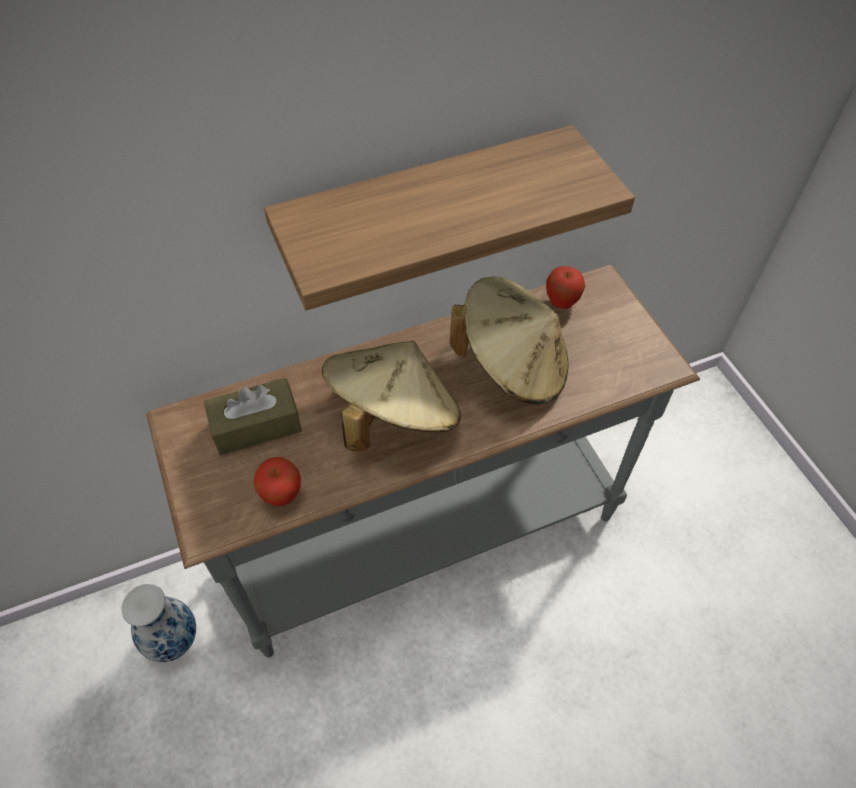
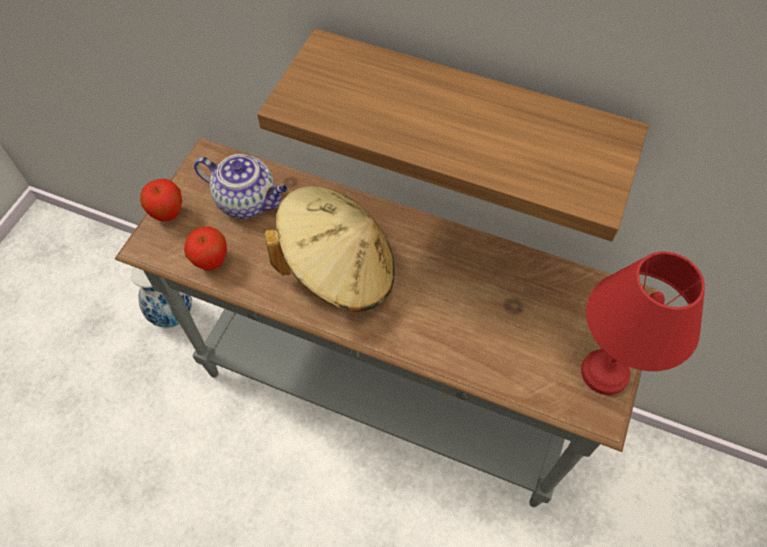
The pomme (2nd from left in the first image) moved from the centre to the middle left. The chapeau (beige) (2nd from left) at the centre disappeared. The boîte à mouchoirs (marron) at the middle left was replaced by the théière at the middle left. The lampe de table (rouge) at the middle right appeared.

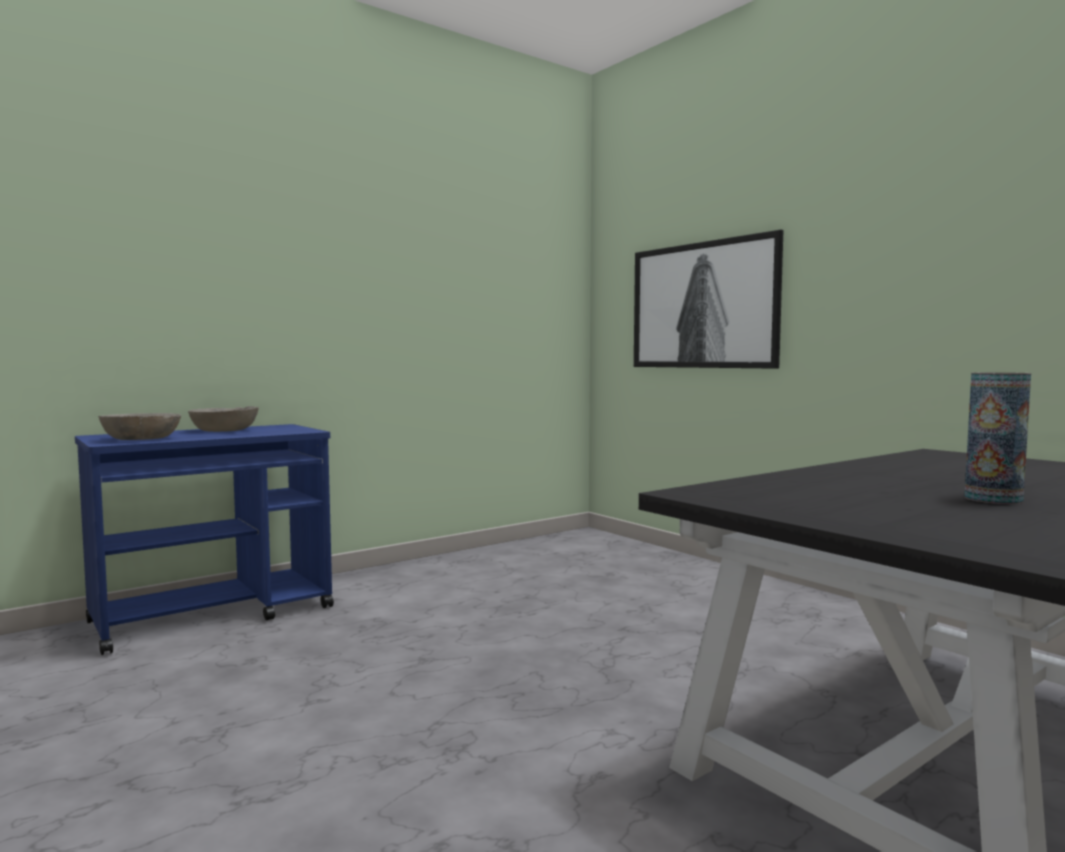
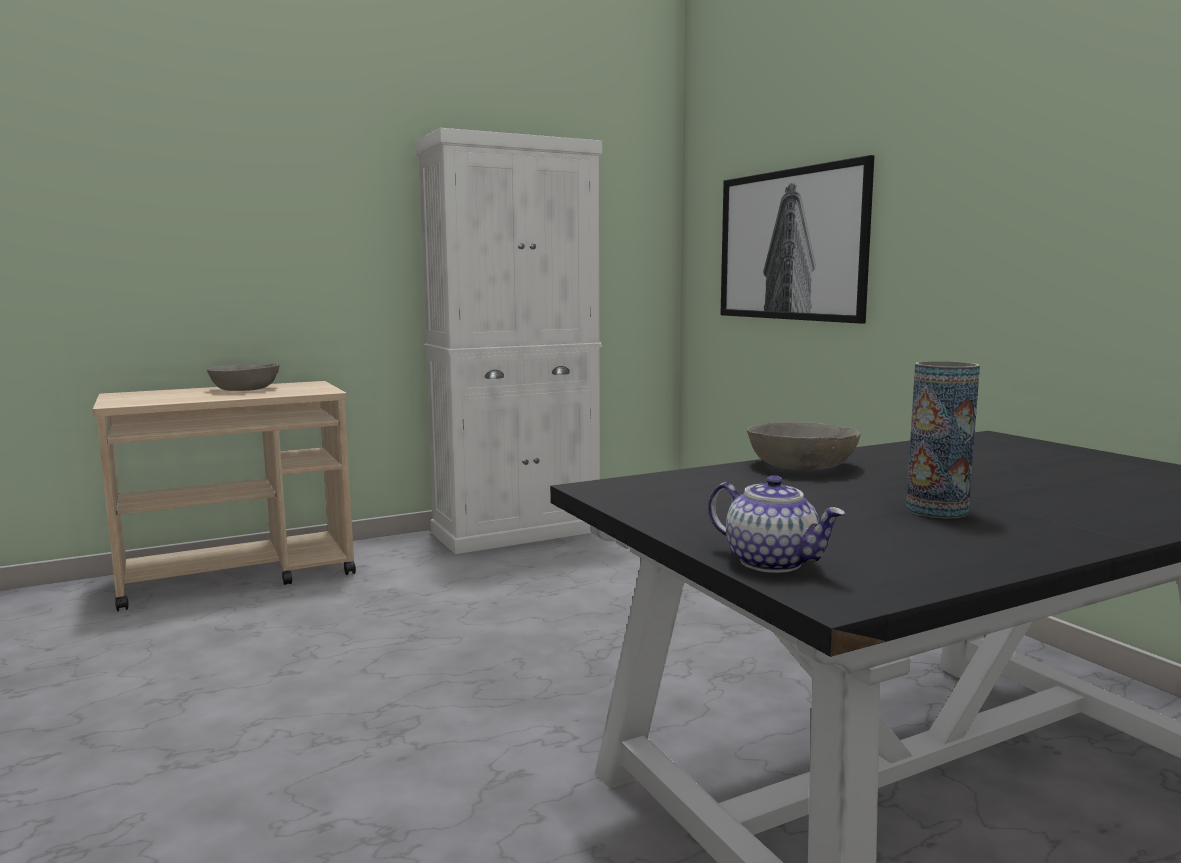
The bol (gris) (1st from left in the first image) moved from the middle left to the middle right. The chariot (bleu) at the middle left became the chariot (beige) at the middle left. The meuble de rangement (blanc) at the centre appeared. The théière at the centre appeared.

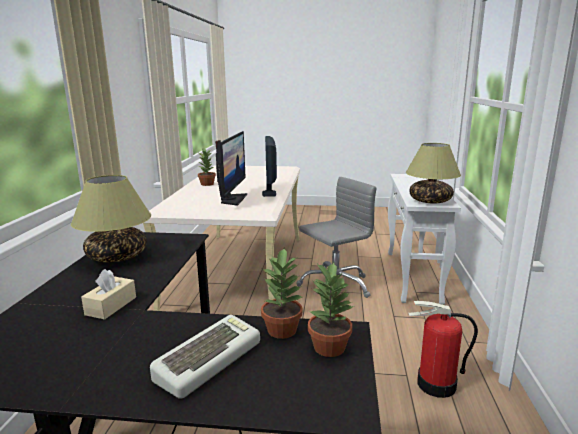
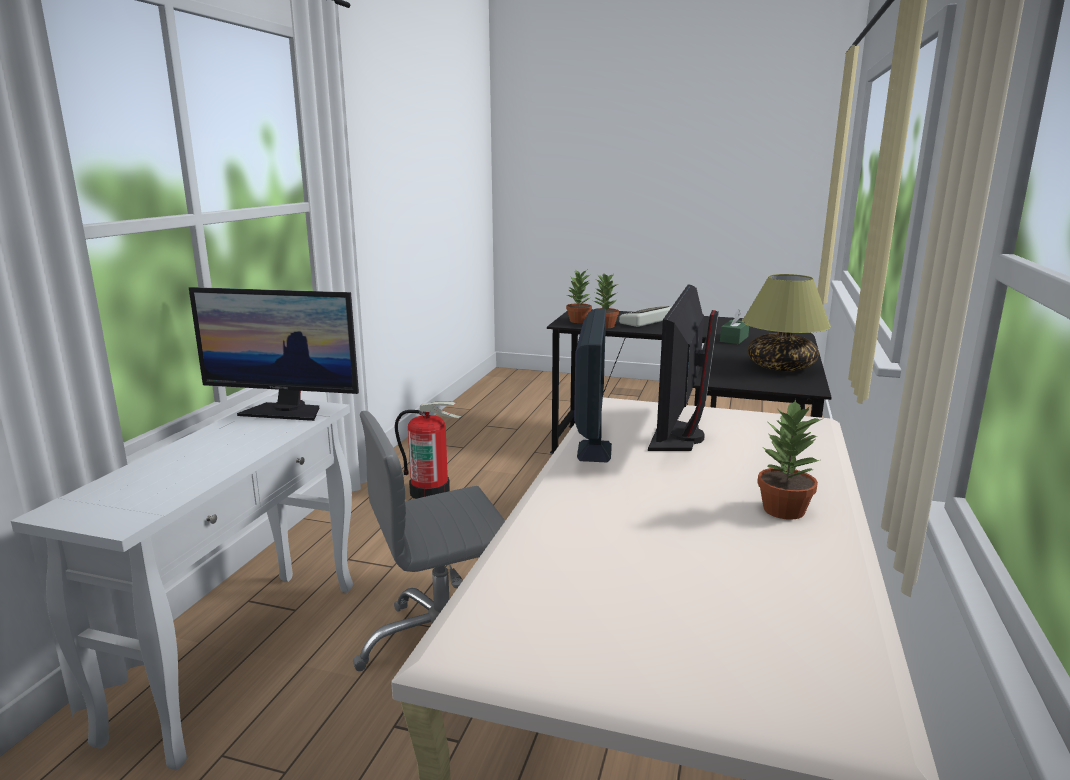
The lampe de table (2nd from left) at the middle right was replaced by the écran d'ordinateur (1st from left) at the middle left. The boîte à mouchoirs (beige) at the bottom left became the boîte à mouchoirs (vert) at the middle right.

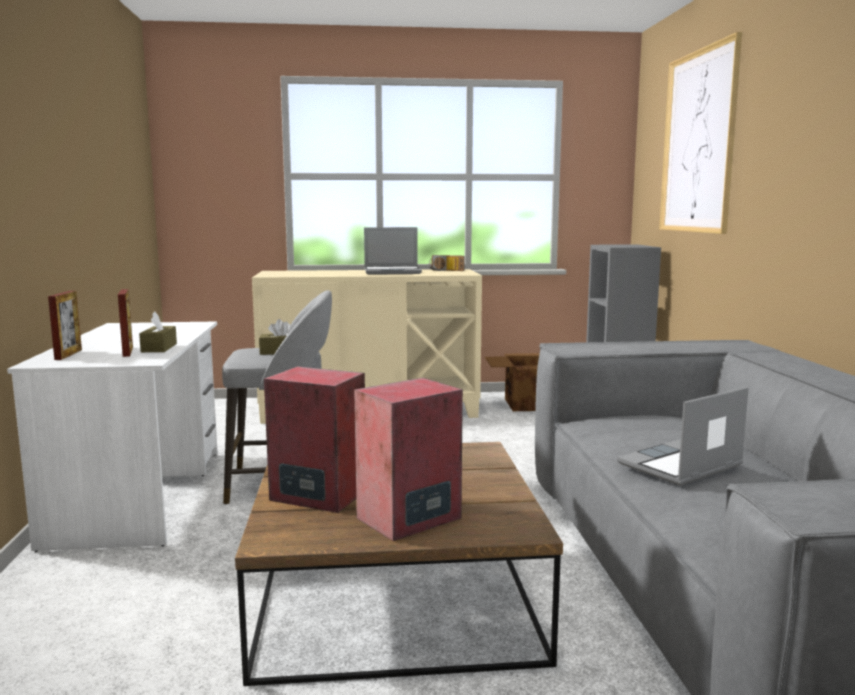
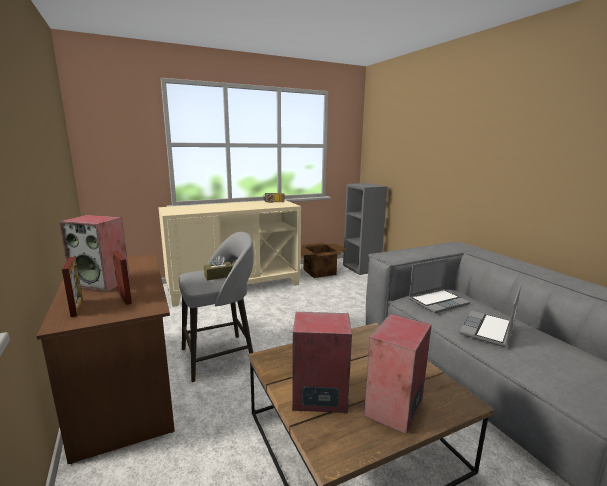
The tableau at the top right disappeared. The ordinateur portable (1st from left) moved from the centre to the middle right. The boîte à mouchoirs (marron) (1st from left) at the middle left disappeared. The bureau (blanc) at the middle left became the bureau (marron) at the bottom left. The enceinte (1st from left) at the middle left appeared.

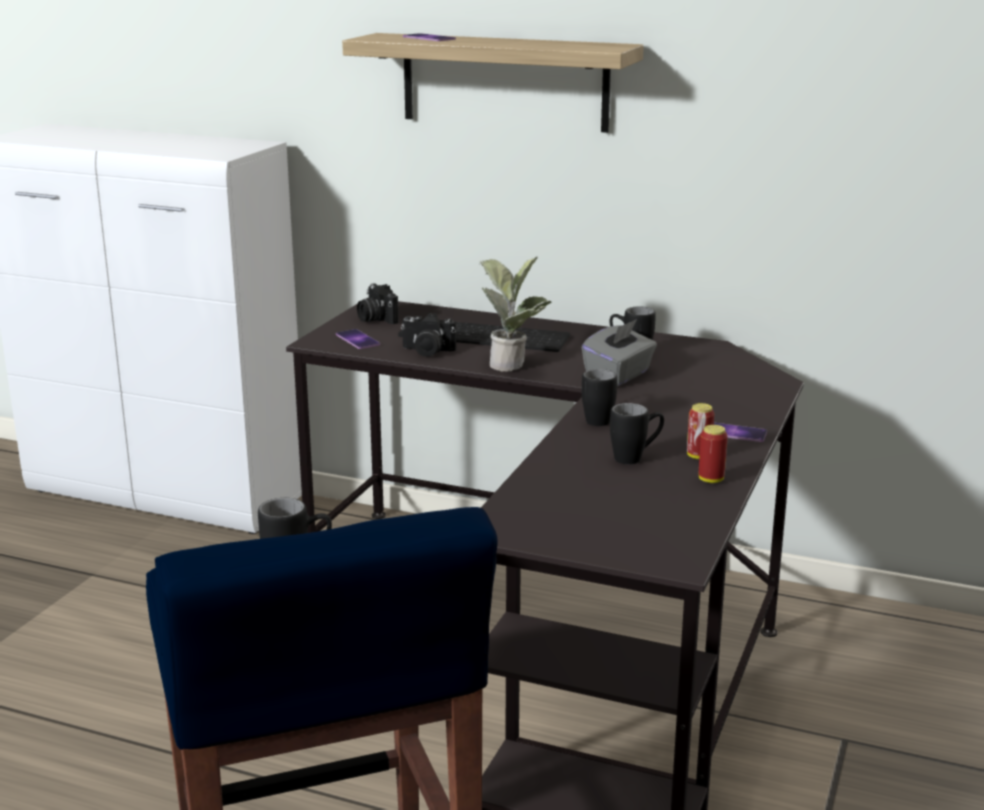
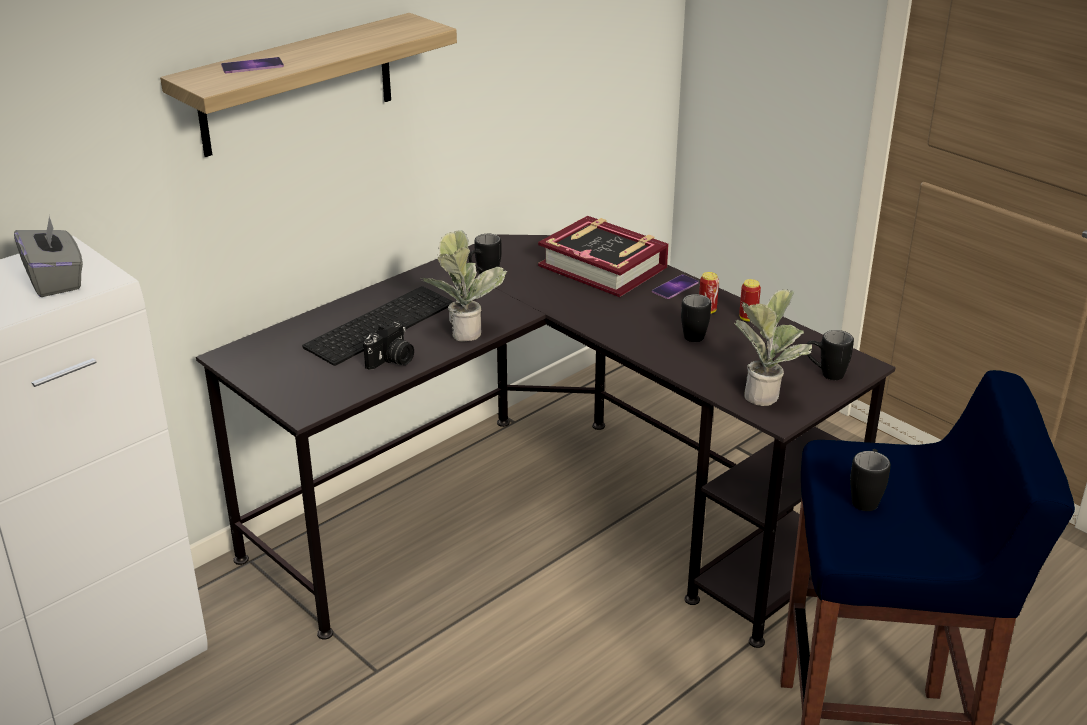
The appareil photo (1st from left) at the centre disappeared. The boîte à mouchoirs (gris) moved from the centre to the middle left. The téléphone (1st from left) at the centre disappeared. The mug (noir) (2nd from left in the first image) moved from the centre to the middle right. The livre at the centre appeared. The plante en pot (2nd from left) at the middle right appeared.

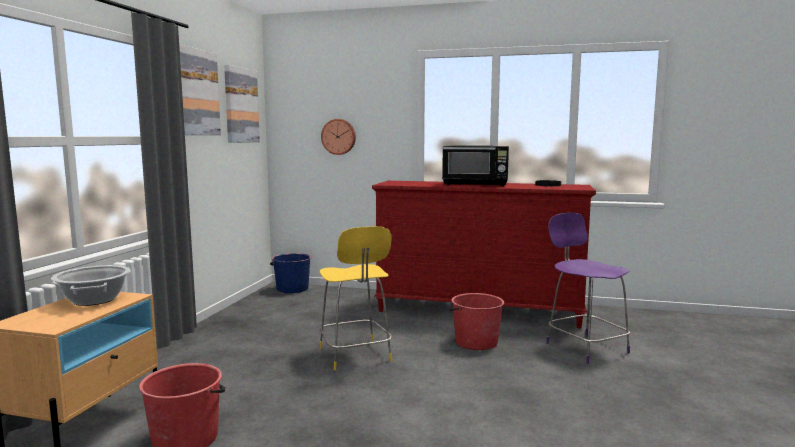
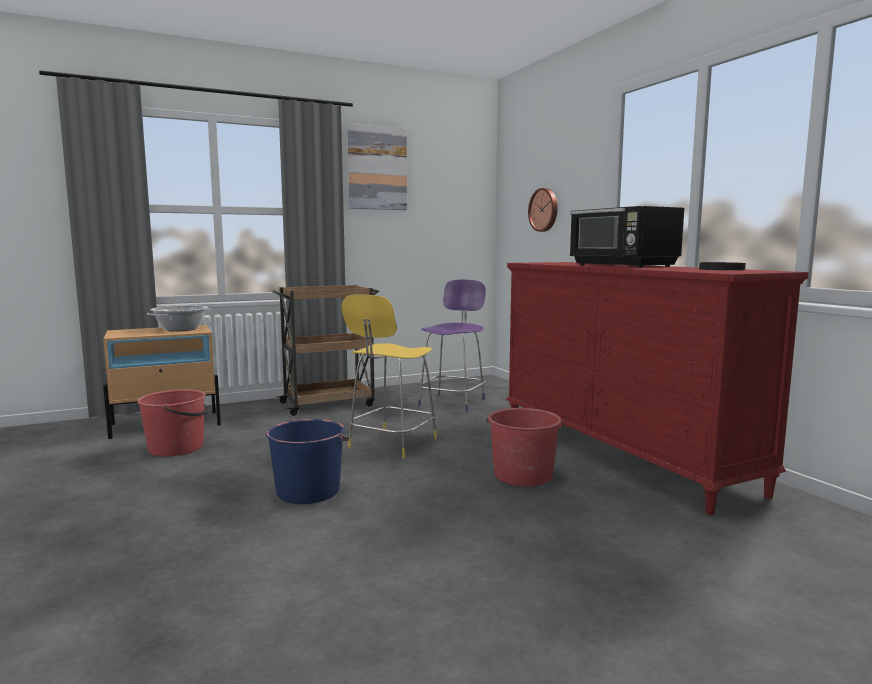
The tableau (2nd from left) at the top left disappeared. The chaise (violet) moved from the middle right to the centre. The seau (bleu) moved from the centre to the bottom centre. The chariot (marron) at the centre appeared.

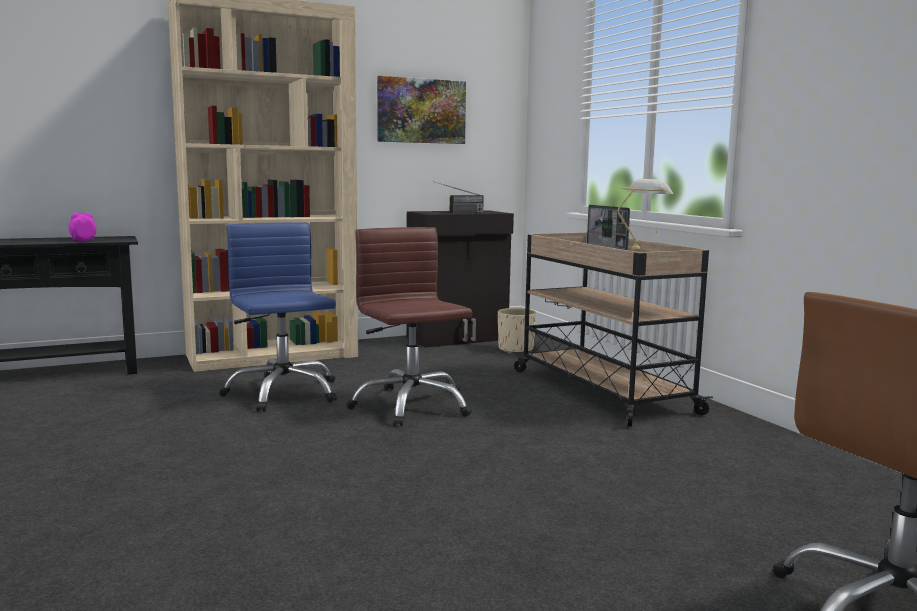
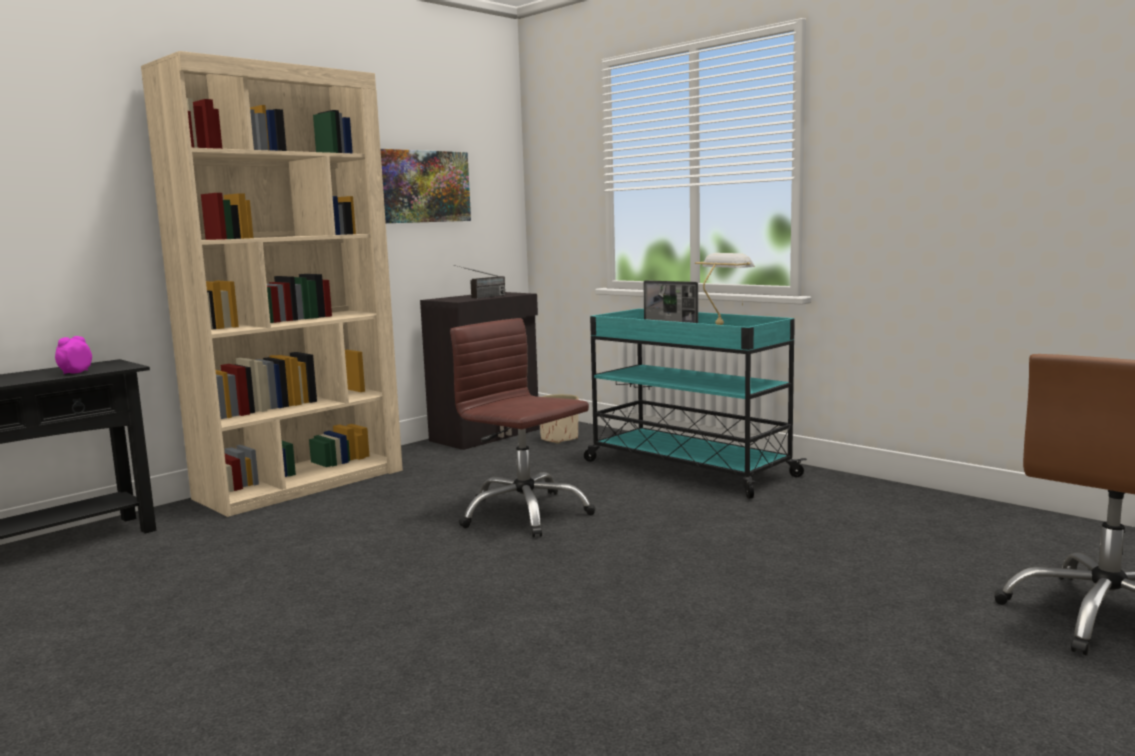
The chaise de bureau (bleu) at the middle left disappeared. The chariot (beige) at the middle right became the chariot (turquoise) at the centre.

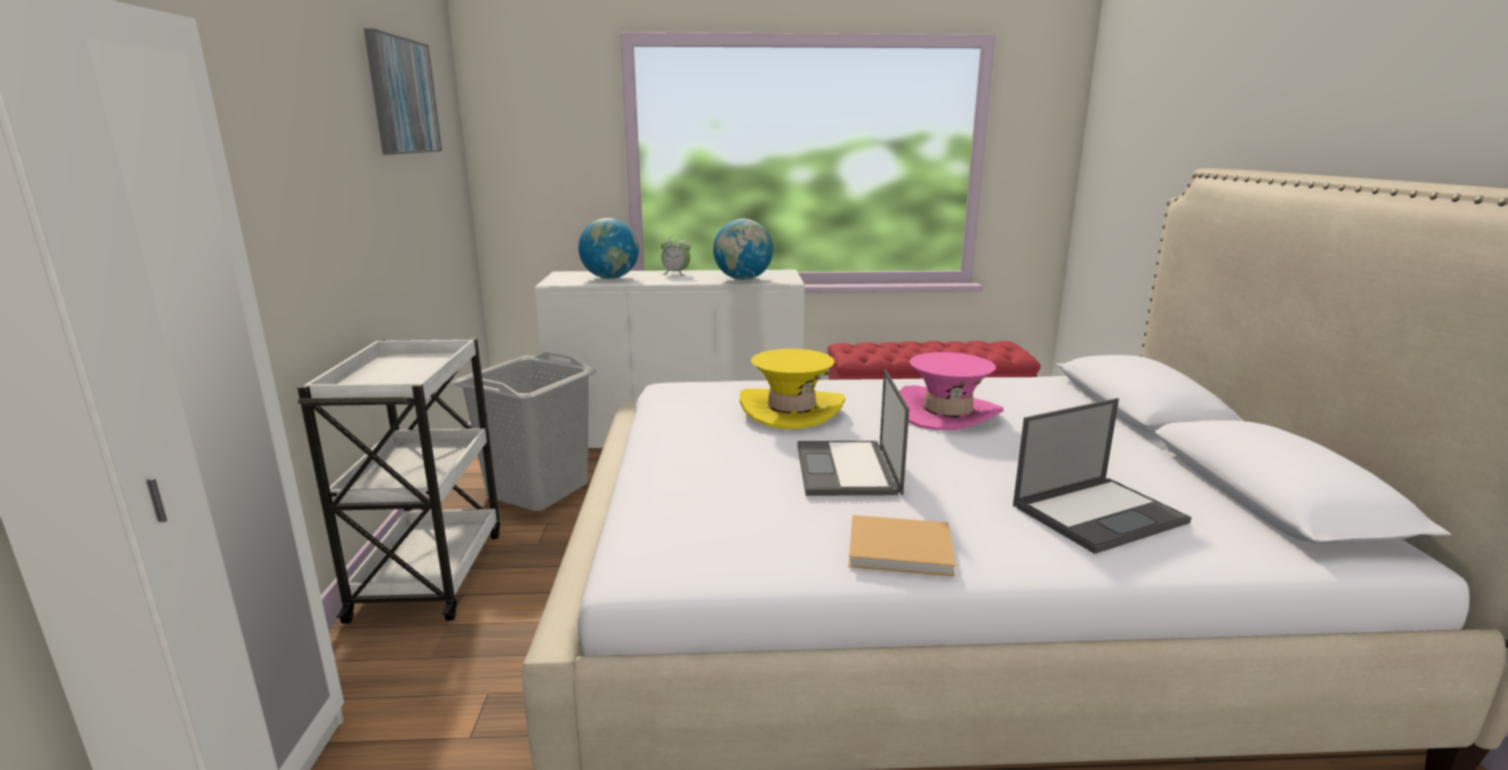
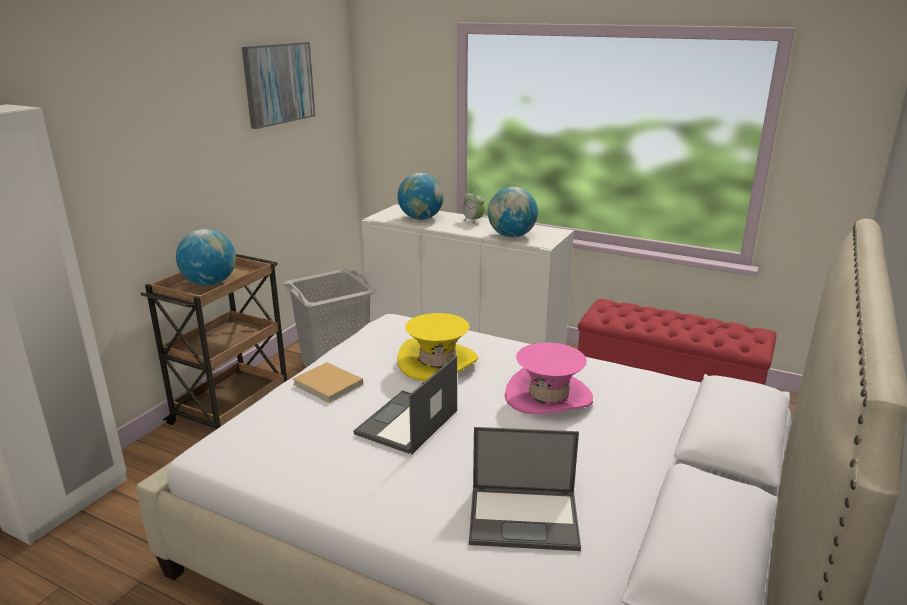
The chariot (blanc) at the middle left became the chariot (marron) at the middle left. The livre (beige) moved from the bottom centre to the centre. The globe (1st from left) at the middle left appeared.

